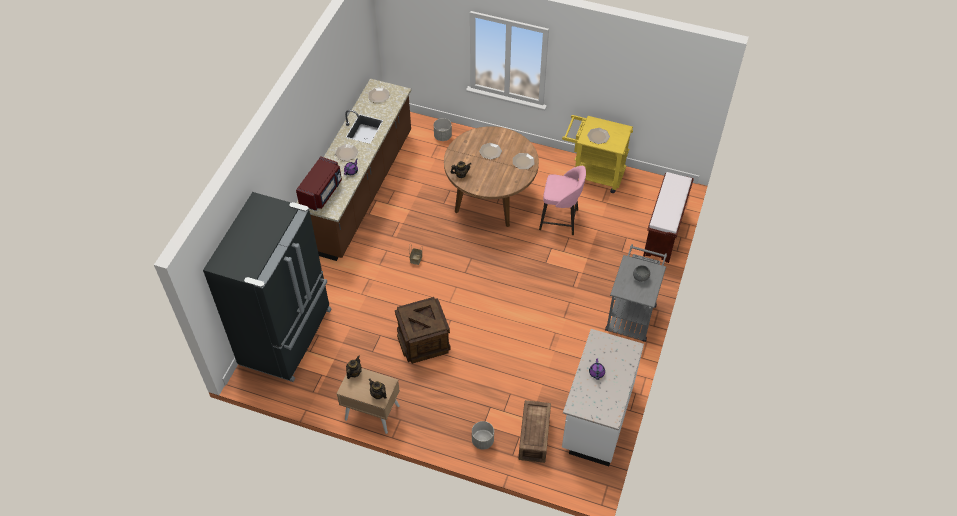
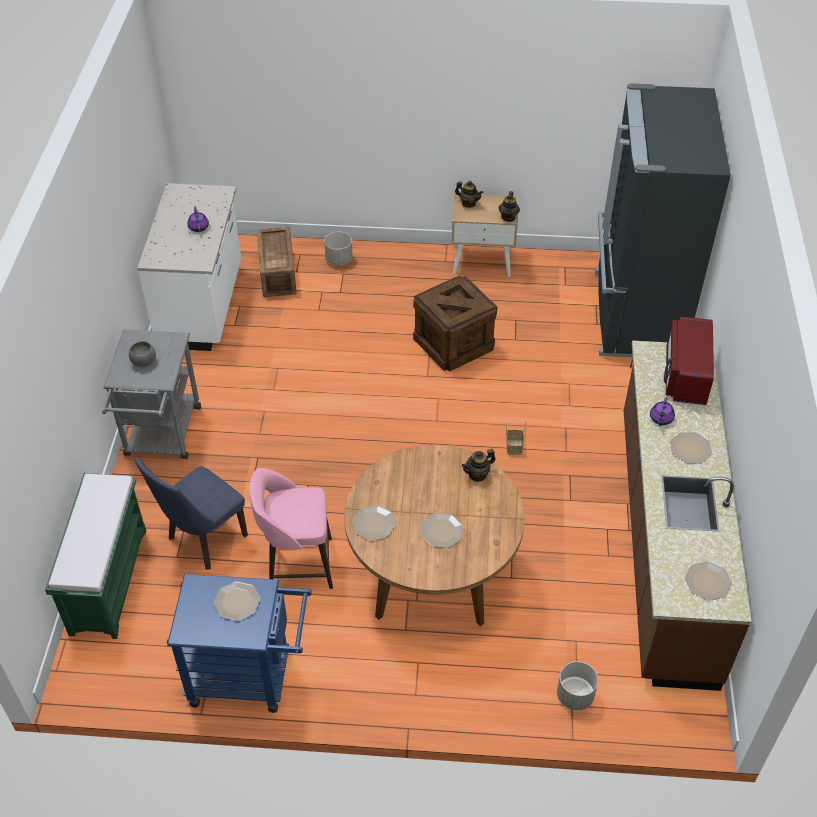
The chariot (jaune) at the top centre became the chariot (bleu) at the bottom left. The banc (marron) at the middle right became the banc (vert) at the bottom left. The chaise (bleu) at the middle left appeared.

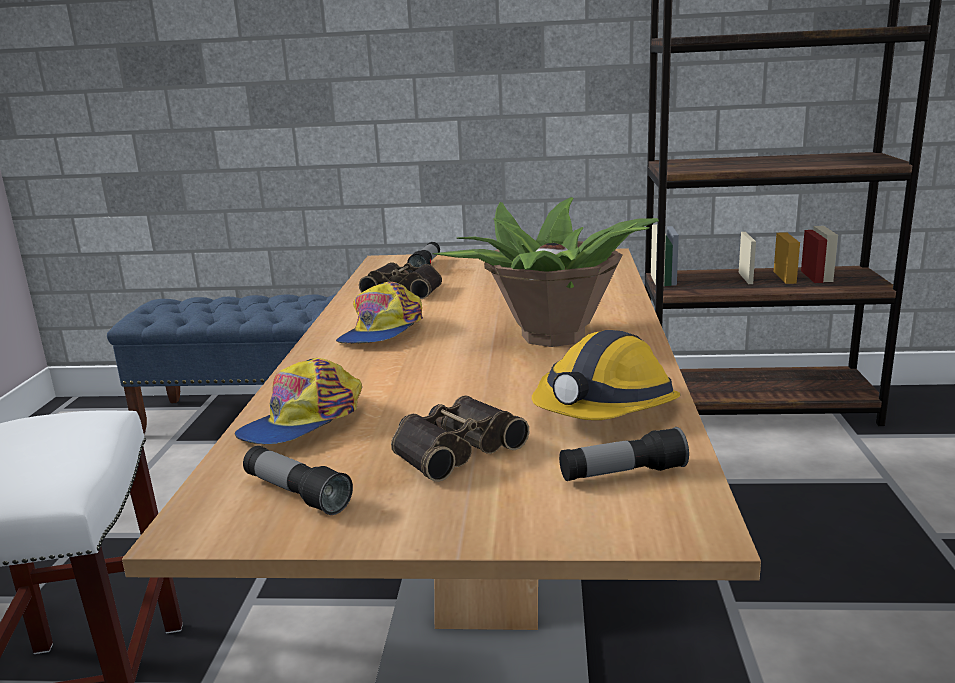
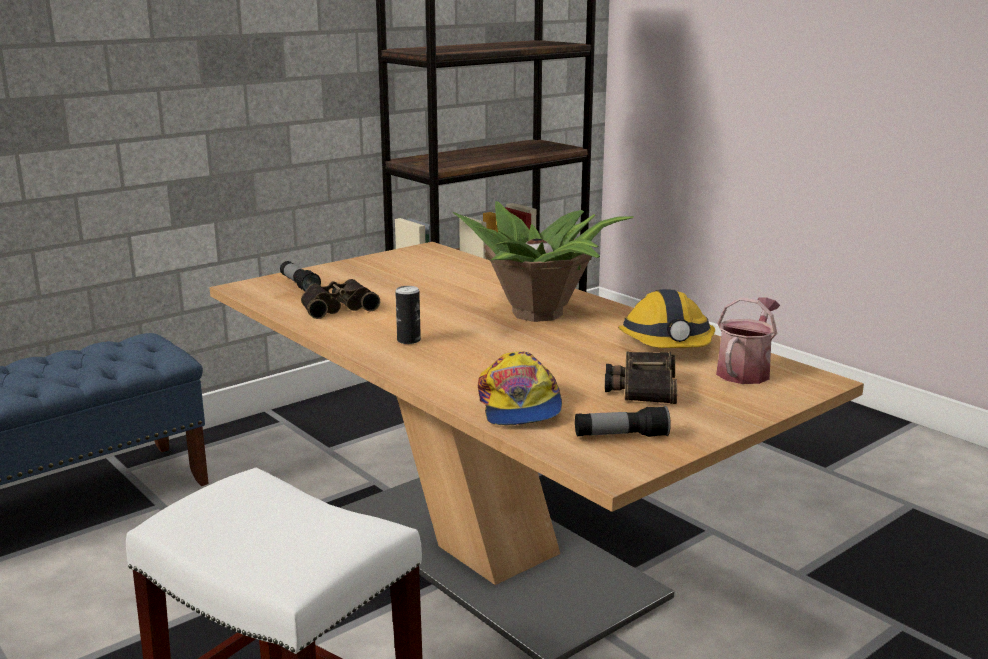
The casquette (2nd from left) at the centre was replaced by the boîte métallique at the centre. The lampe de poche (3rd from left) at the centre was replaced by the arrosoir at the middle right.

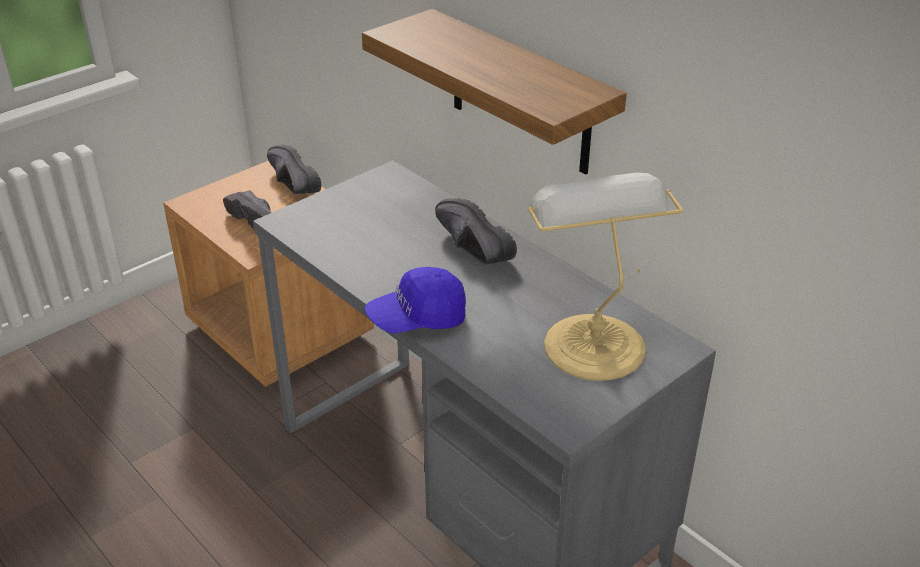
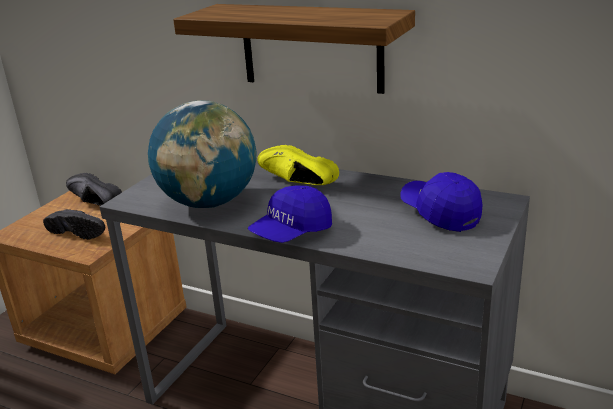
The lampe de table at the centre was replaced by the casquette (bleu) (2nd from left) at the middle right. The chaussure (noir) (3rd from left) at the centre became the chaussure (jaune) at the centre. The globe at the middle left appeared.

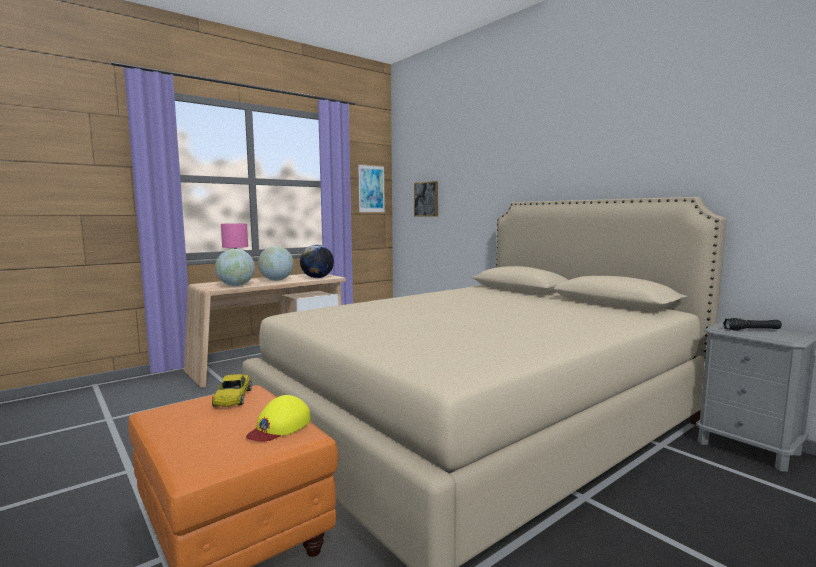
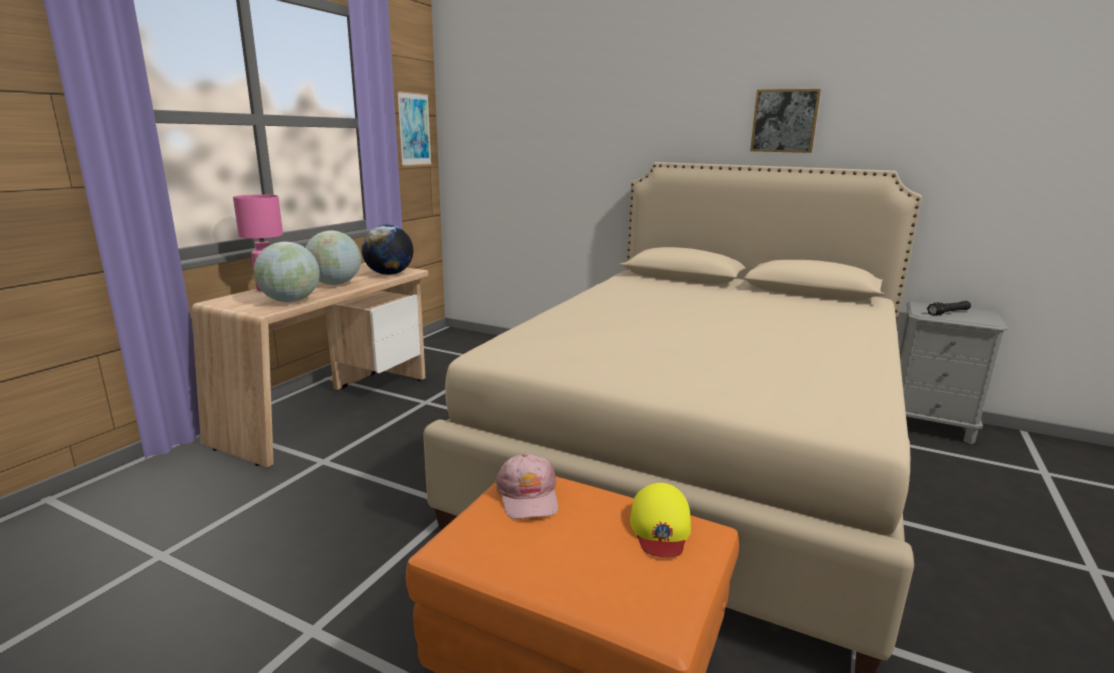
The tableau (2nd from left) moved from the centre to the top right. The petite voiture (jaune) at the bottom left was replaced by the casquette (rose) at the bottom centre.

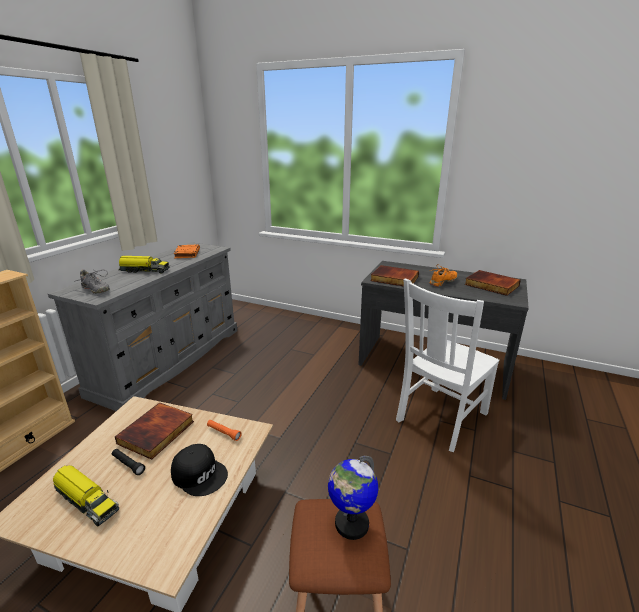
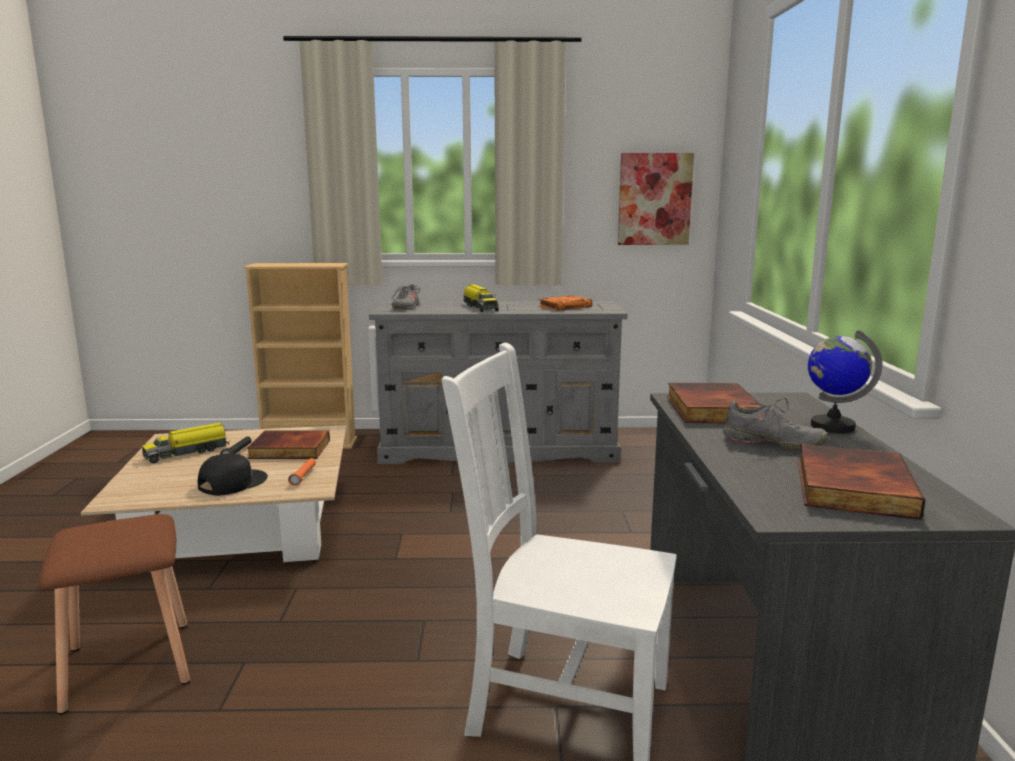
The chaussure (orange) at the middle right became the chaussure (gris) (2nd from left) at the middle right. The casquette (noir) at the bottom left turned 150 degrees counterclockwise. The globe moved from the bottom centre to the middle right. The camion jouet (1st from left) at the bottom left turned 45 degrees clockwise. The tableau at the top centre appeared.

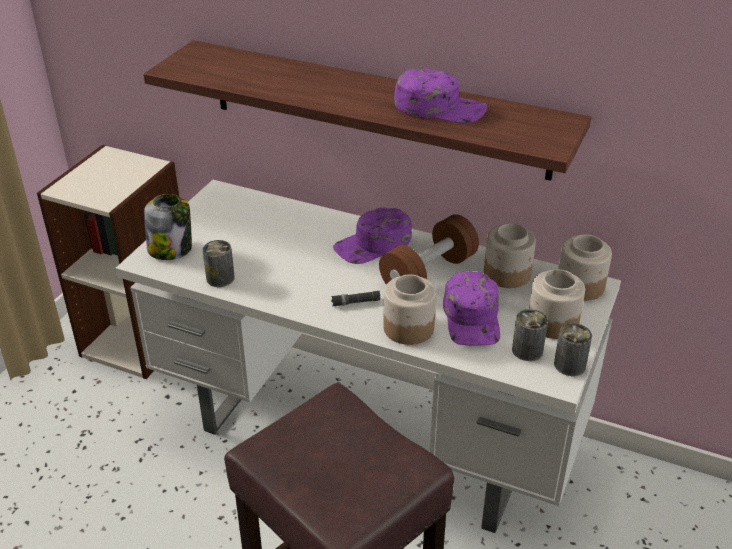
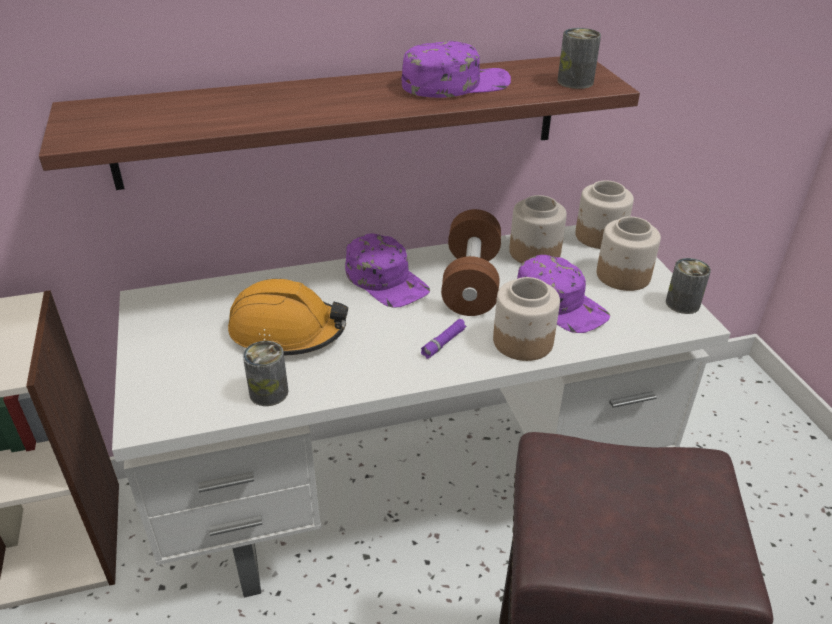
The bocal (1st from left) at the middle left disappeared. The casquette (violet) (1st from left) at the centre turned 60 degrees counterclockwise. The lampe de poche (noir) at the centre became the lampe de poche (violet) at the centre. The boîte métallique (2nd from left) moved from the middle right to the top right. The casque de chantier (orange) at the centre appeared.

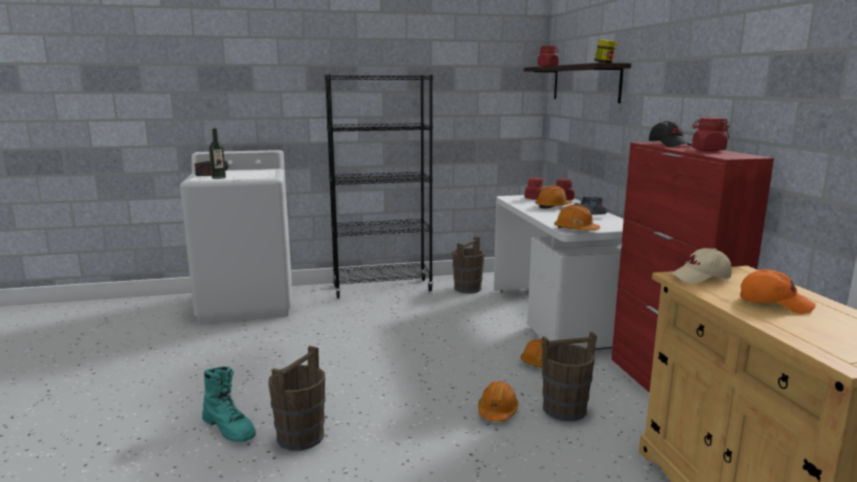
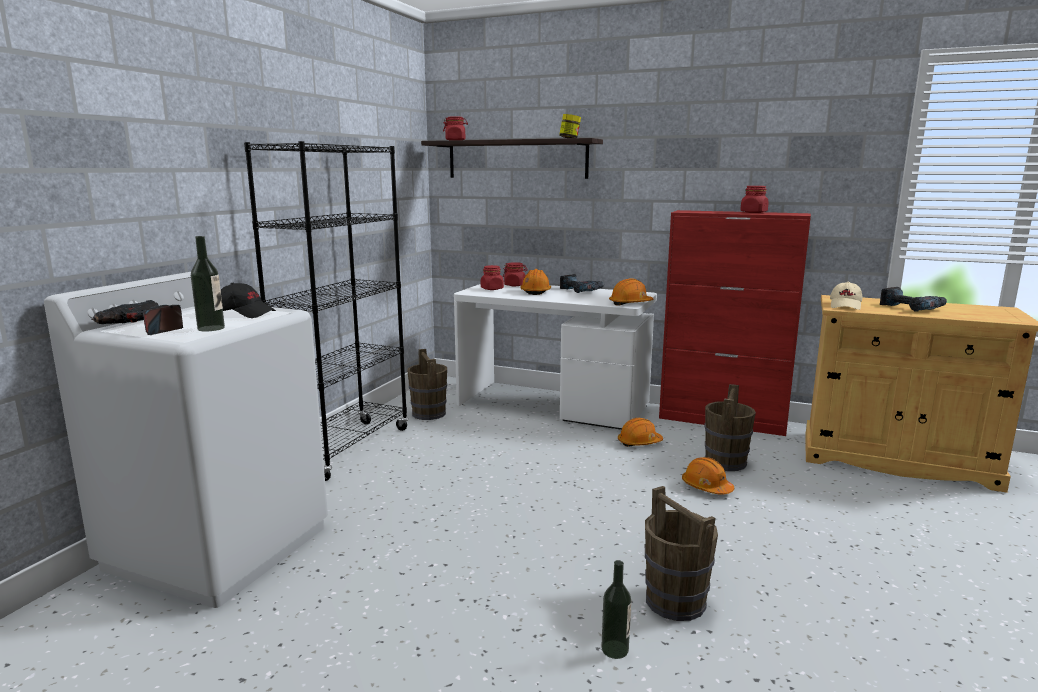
The casquette (noir) moved from the top right to the middle left. The casquette (orange) at the middle right was replaced by the perceuse (3rd from left) at the middle right. The botte (turquoise) at the bottom left was replaced by the bouteille (2nd from left) at the bottom centre.

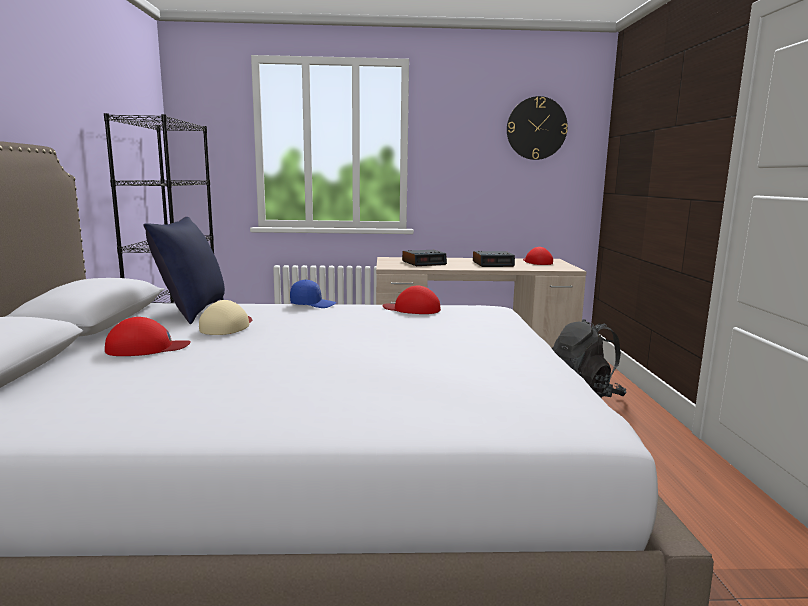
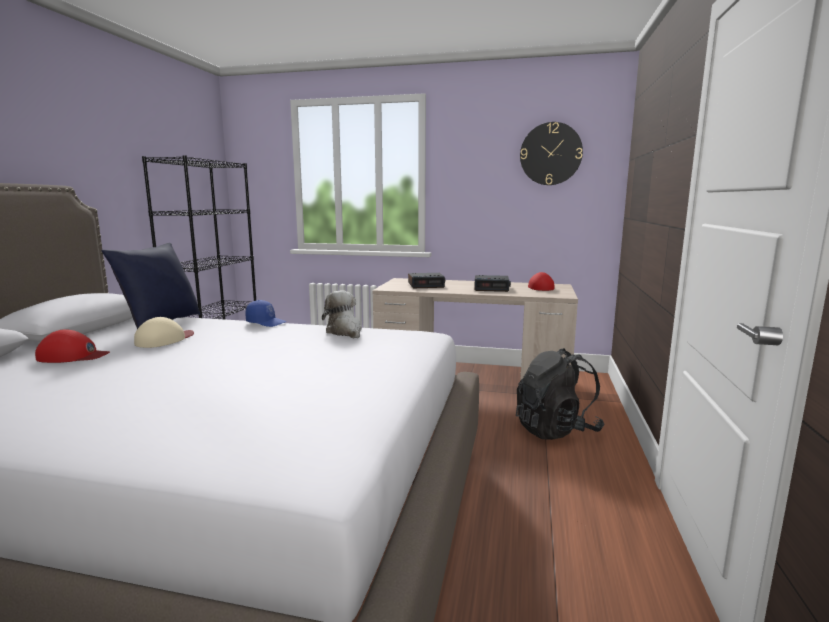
The casquette (rouge) (2nd from left) at the centre was replaced by the peluche at the centre.

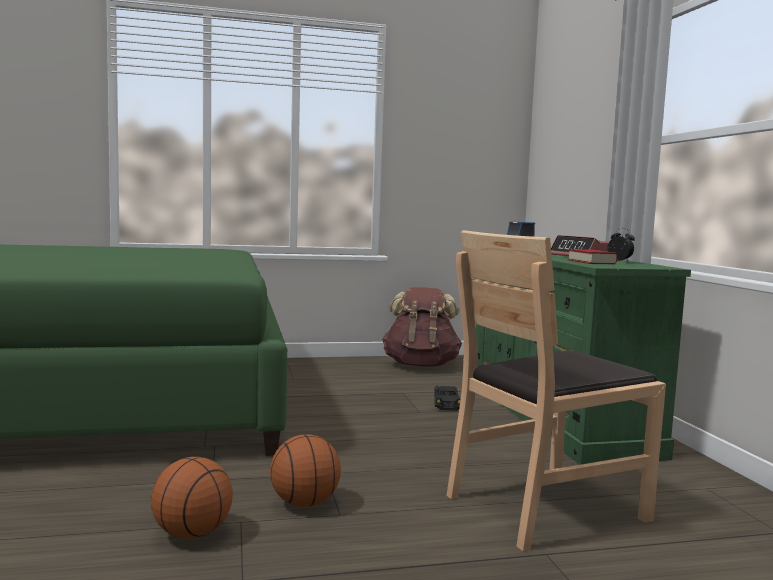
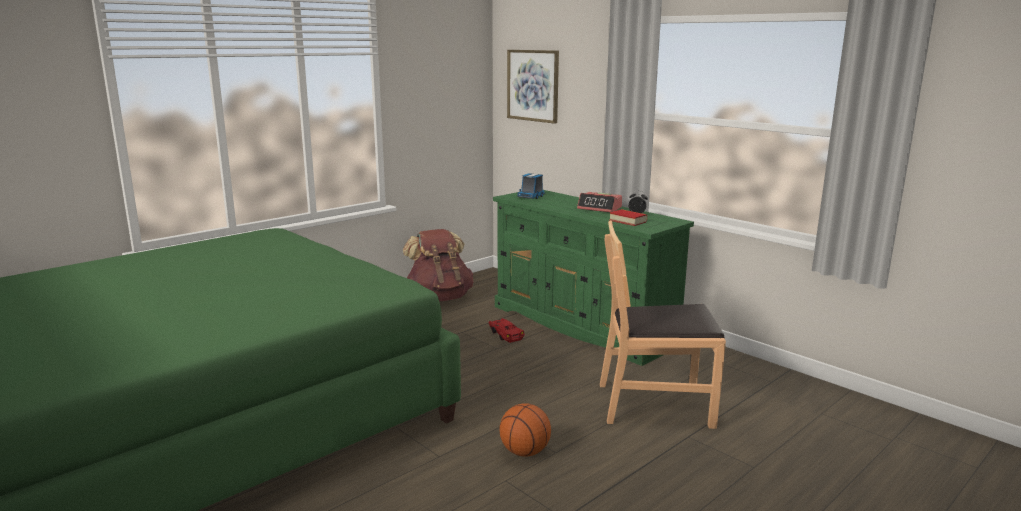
The chaise (marron) at the bottom right turned 60 degrees clockwise. The petite voiture (noir) at the bottom centre became the petite voiture (rouge) at the centre. The ballon de basket (1st from left) at the bottom left disappeared. The tableau at the top centre appeared.

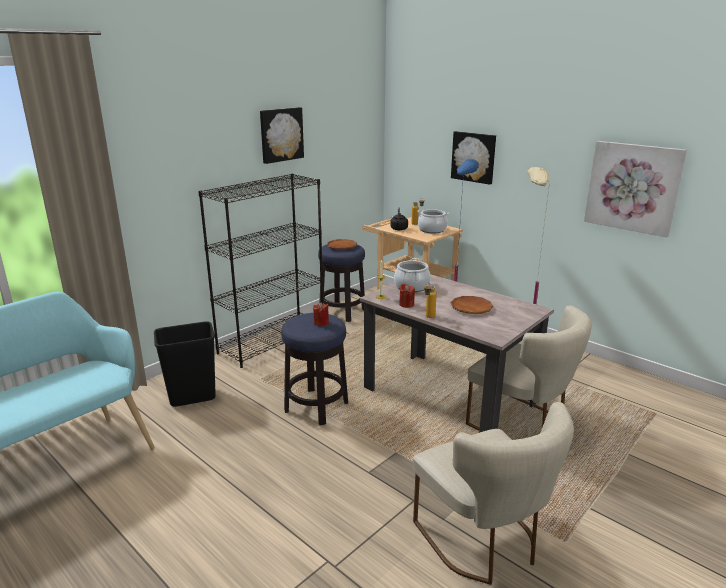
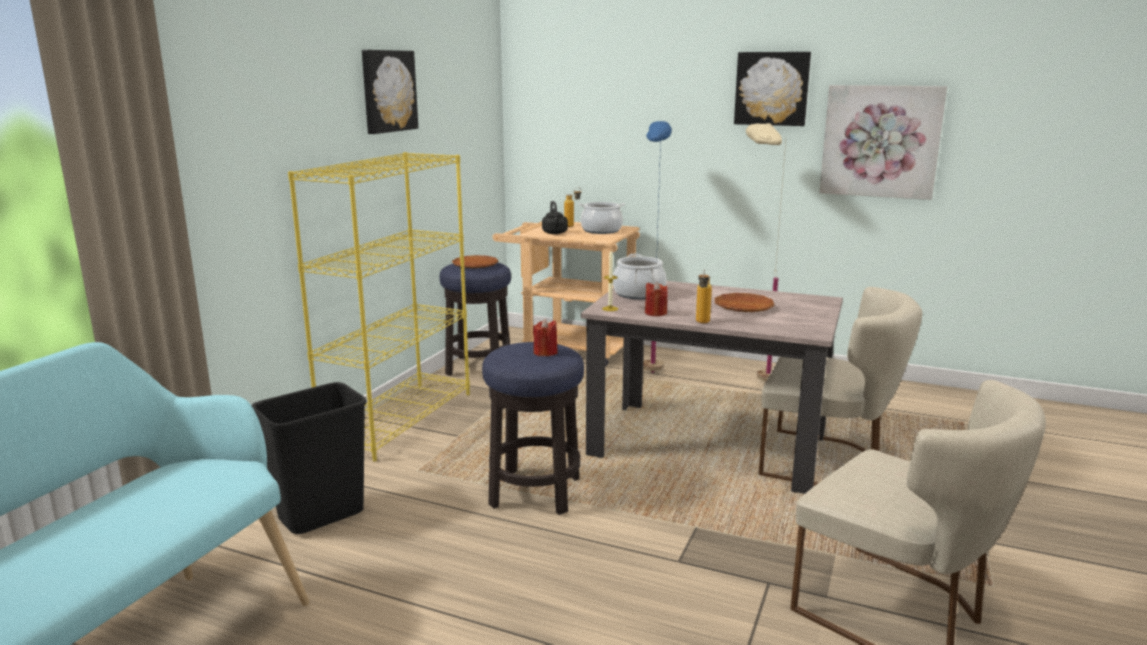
The tableau (2nd from left) moved from the top centre to the top right. The bibliothèque (noir) at the centre became the bibliothèque (jaune) at the middle left.

